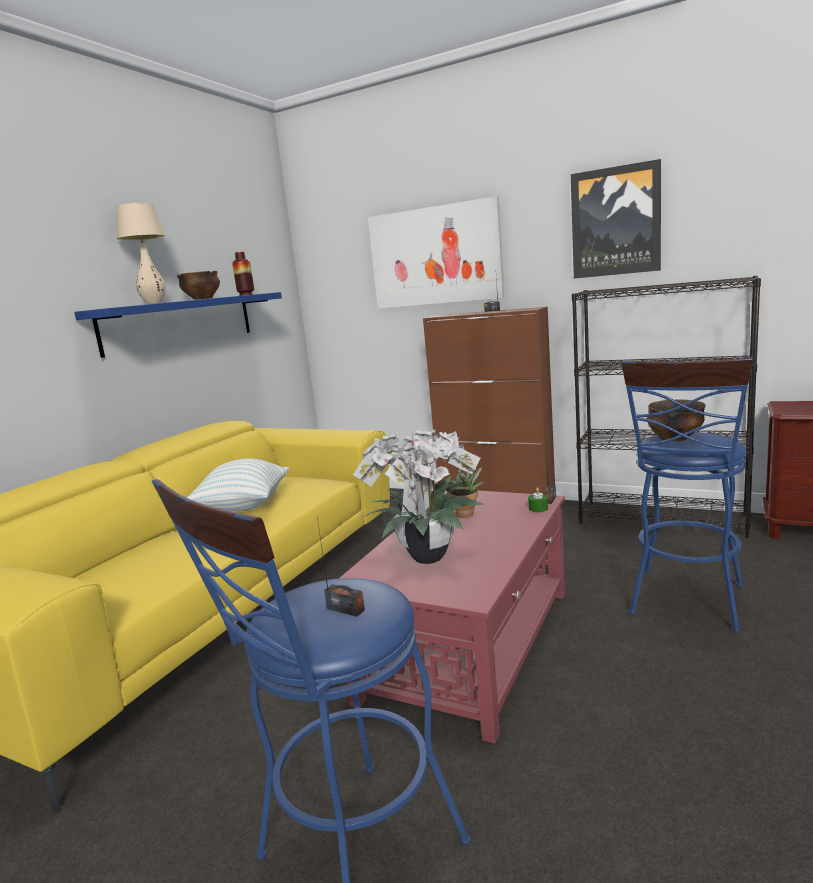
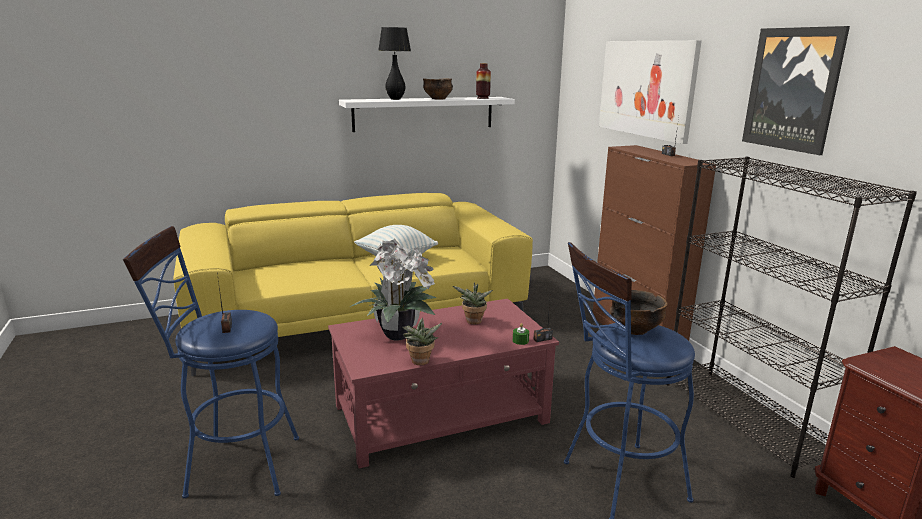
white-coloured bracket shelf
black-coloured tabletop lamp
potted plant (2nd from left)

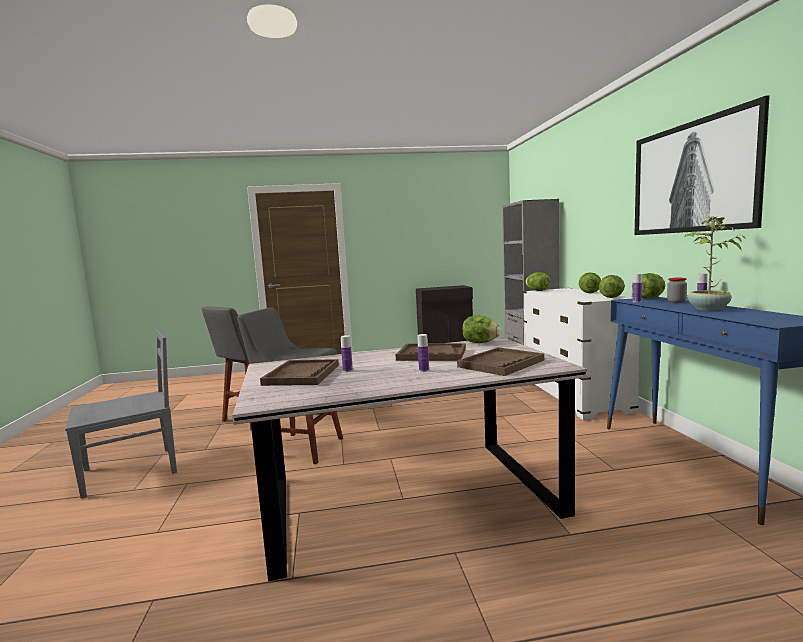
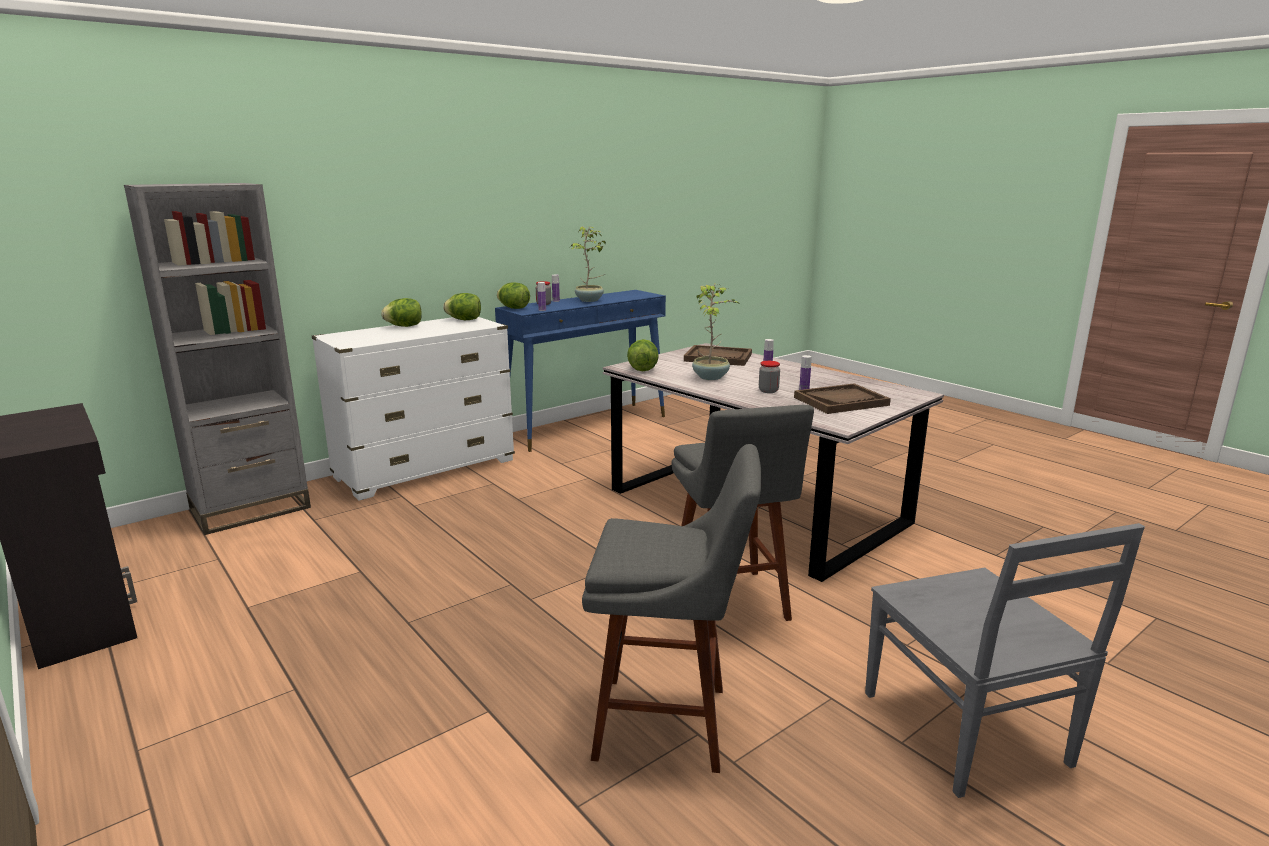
grey chair
potted plant (2nd from left)
head of lettuce (2nd from left in the first image)
picture
jar (2nd from left)

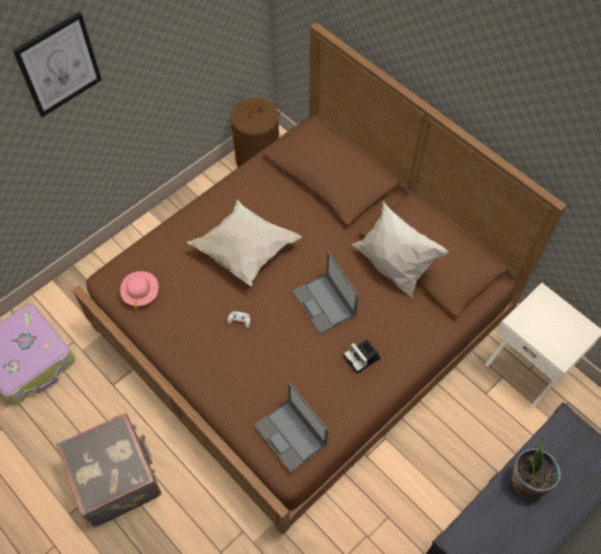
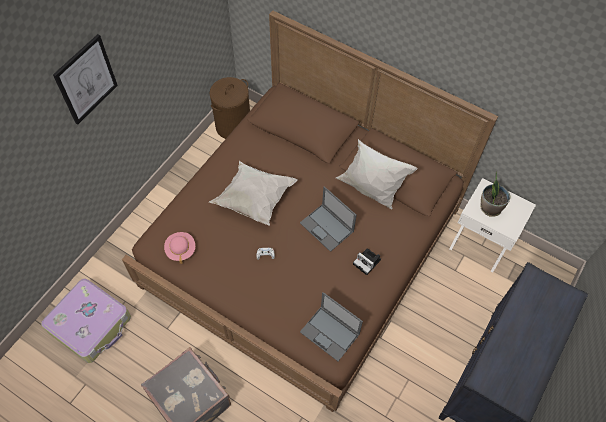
potted plant

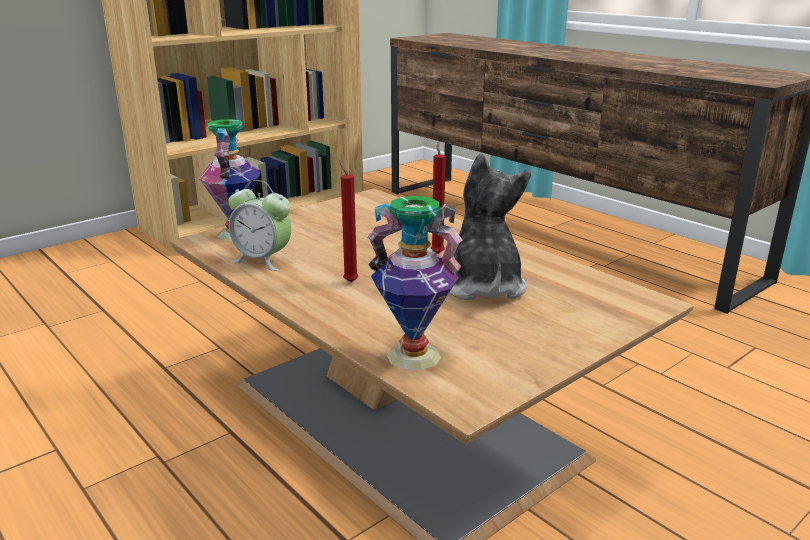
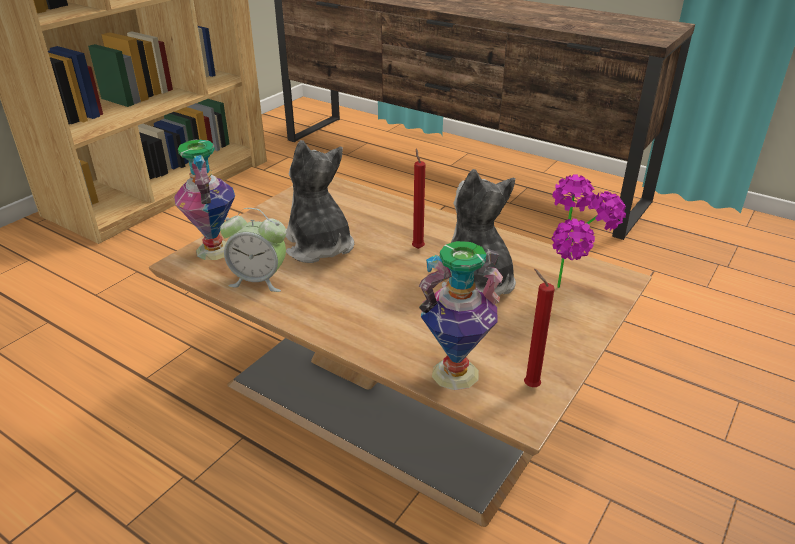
red-coloured wax candle (2nd from left)
plush toy (1st from left)
potted plant

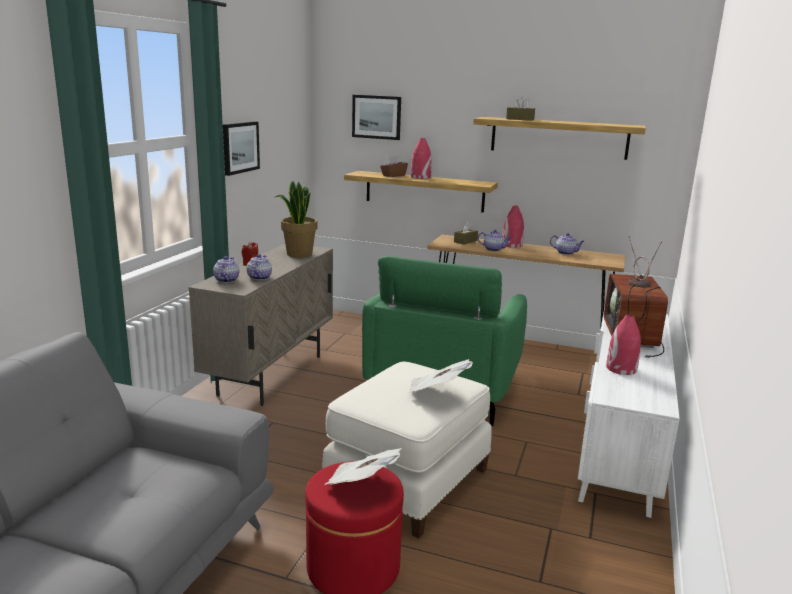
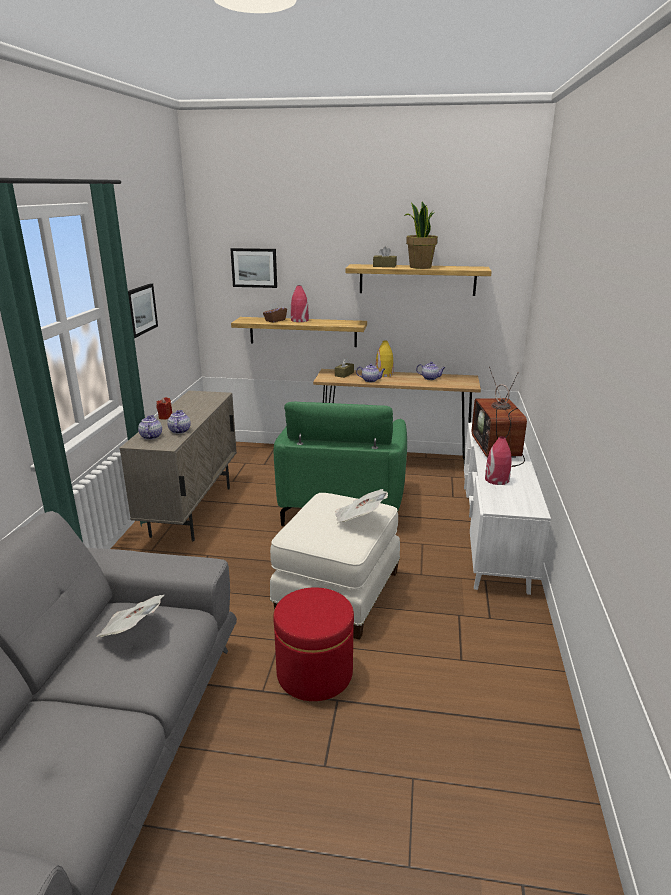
potted plant
newspaper (1st from left)
yellowish flower vase

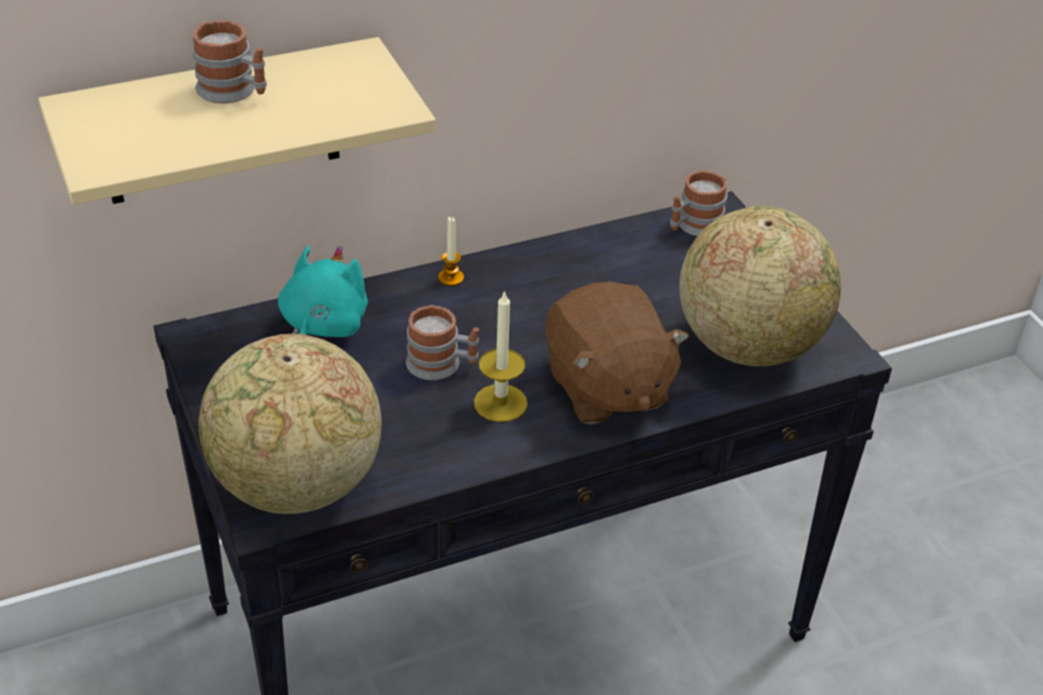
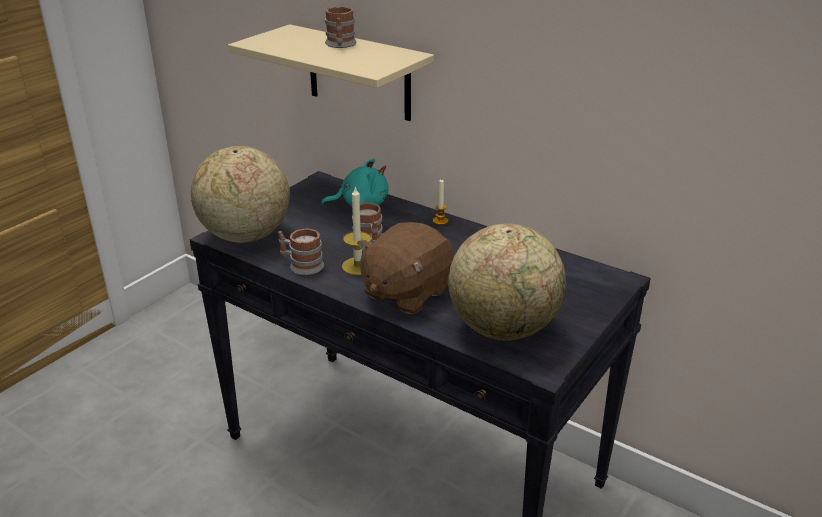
tea mug (1st from left)

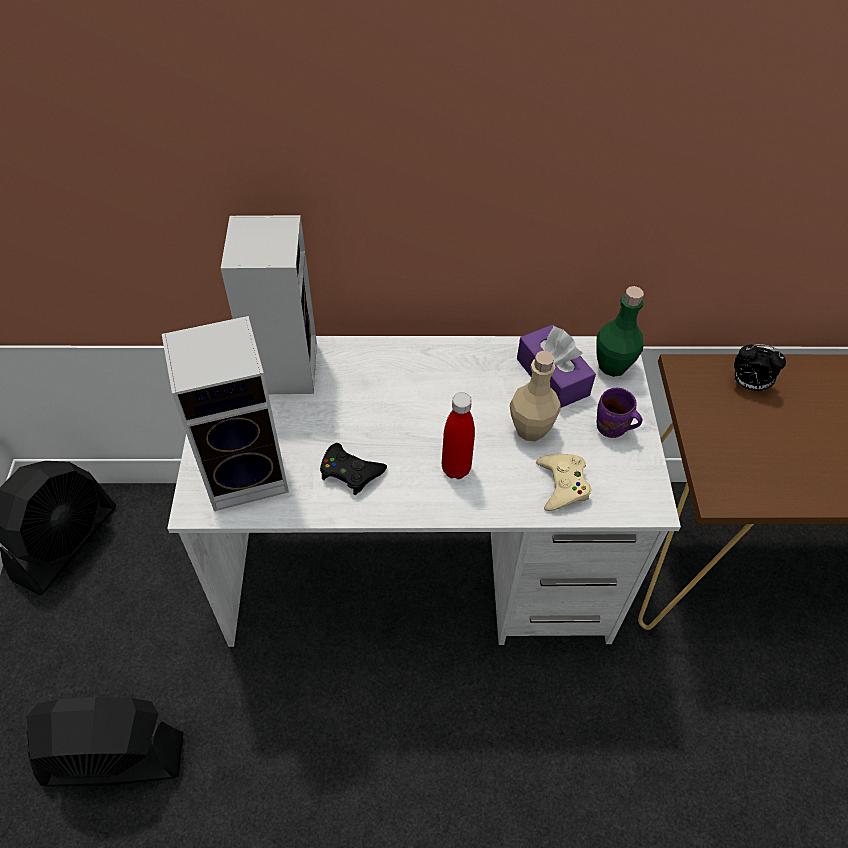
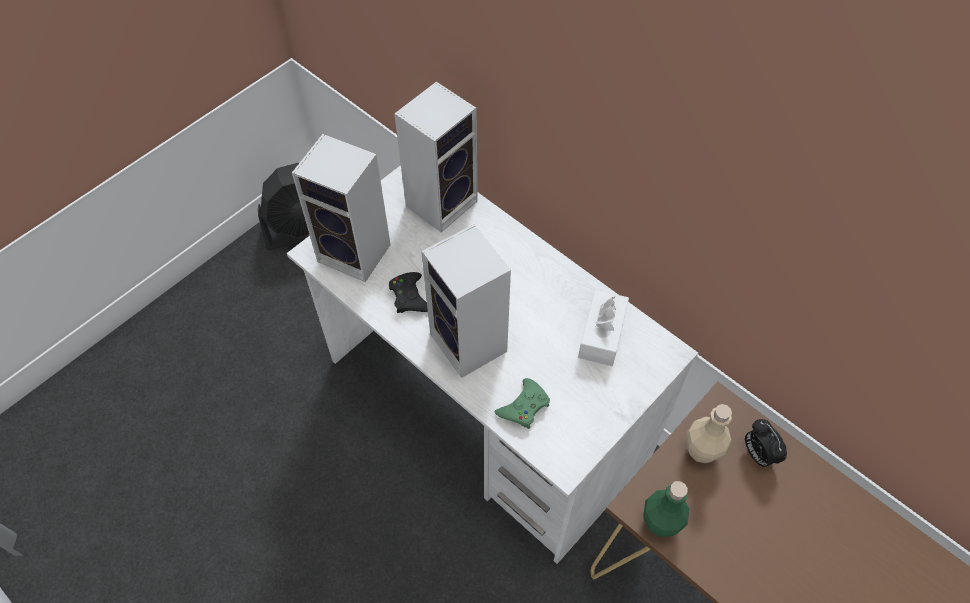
black-coloured electric fan (2nd from left in the first image)
loudspeaker (3rd from left)
beige bottle
white-coloured tissue box
green gamepad
green bottle
purple-coloured tea mug

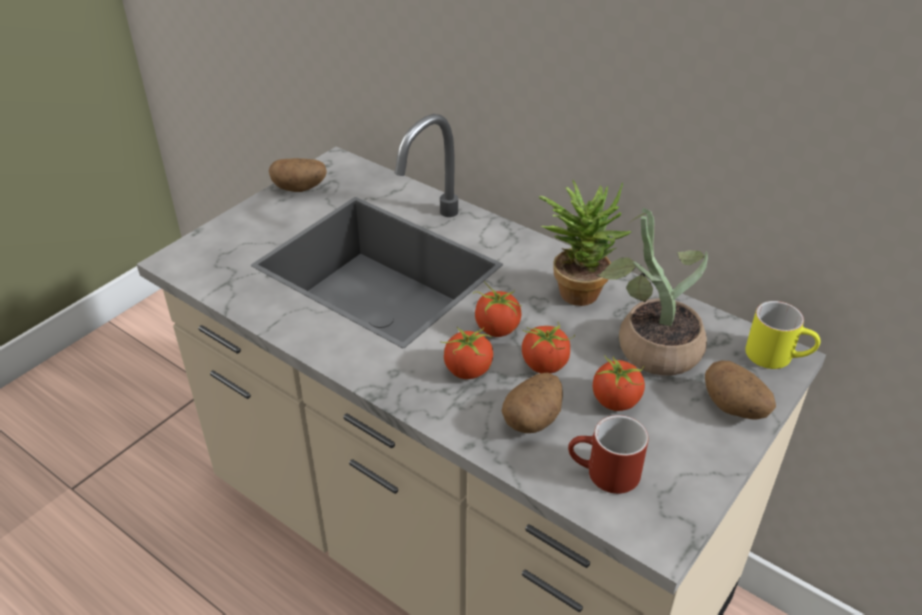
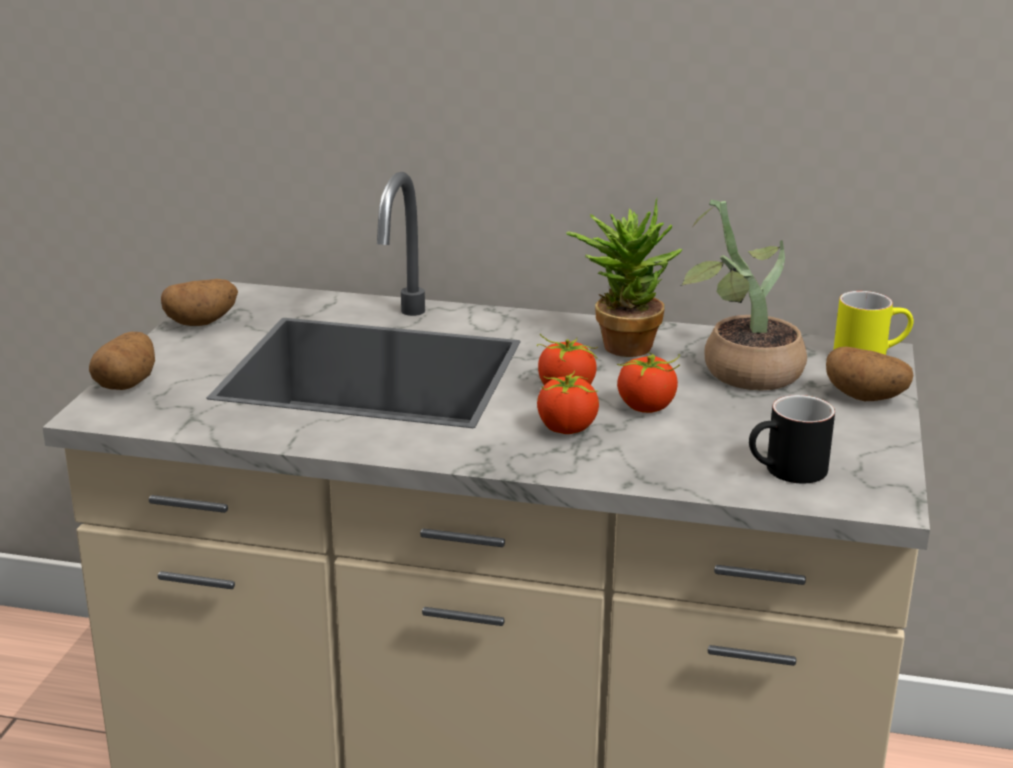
spud (1st from left)
black-coloured tea mug
fresh tomato (4th from left in the first image)

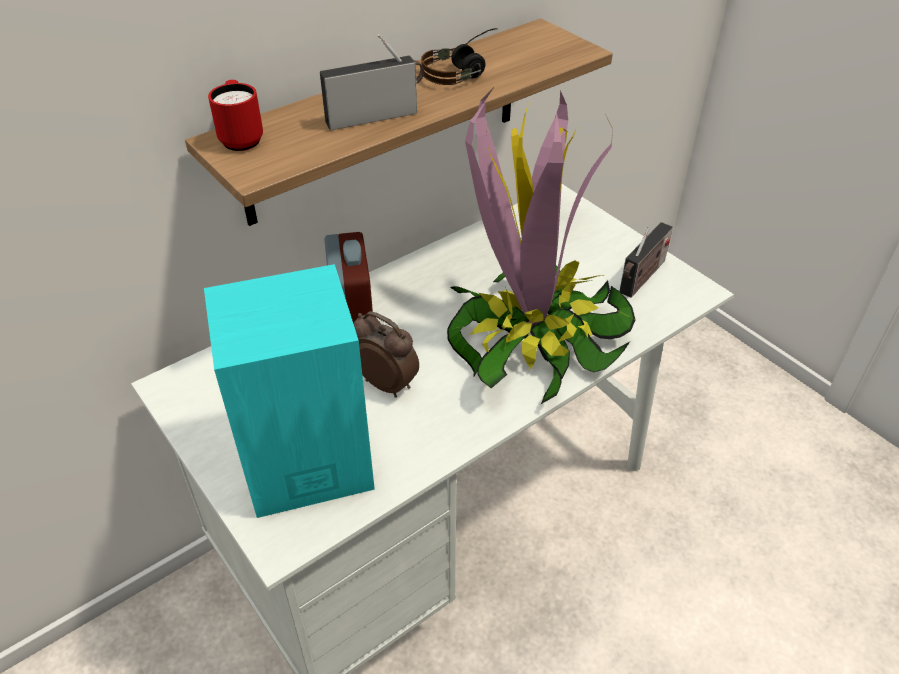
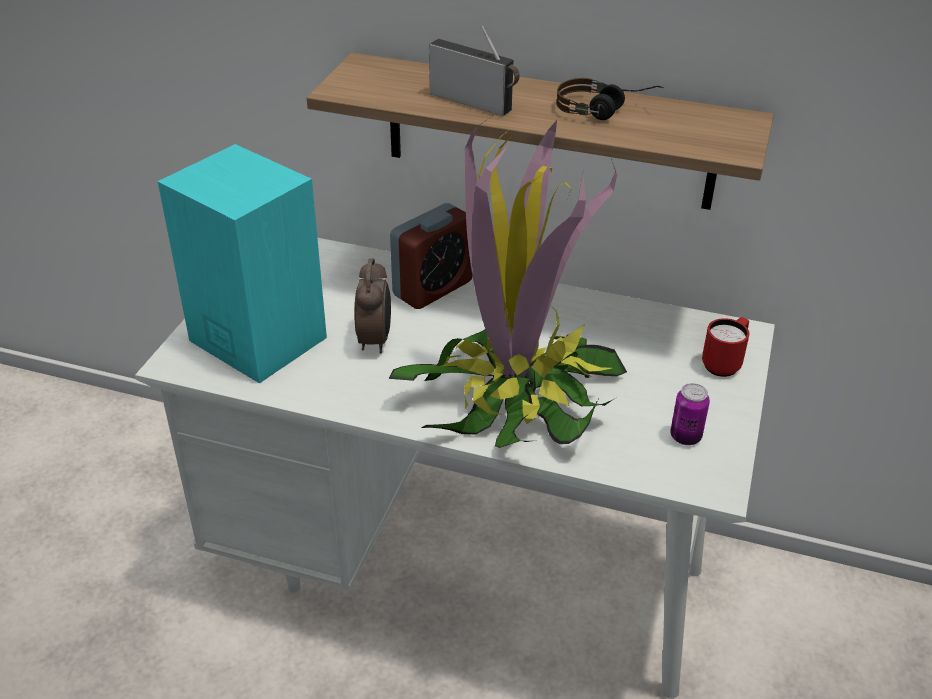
red-coloured tea mug
can

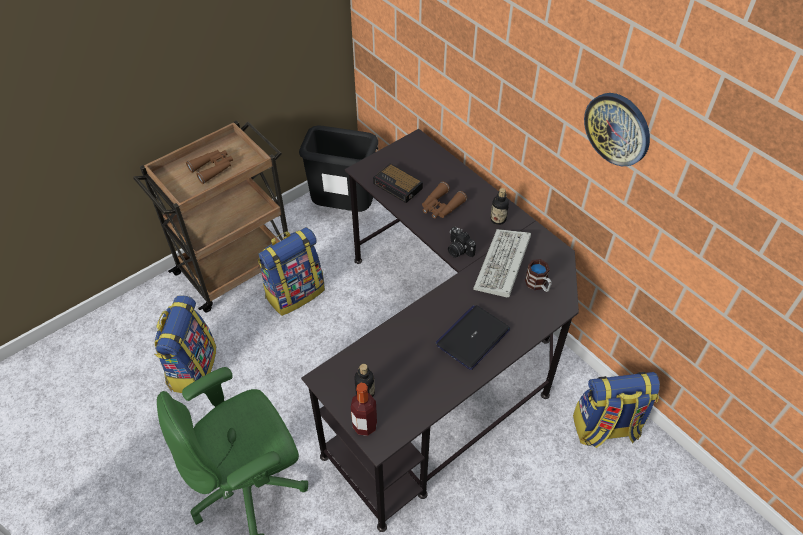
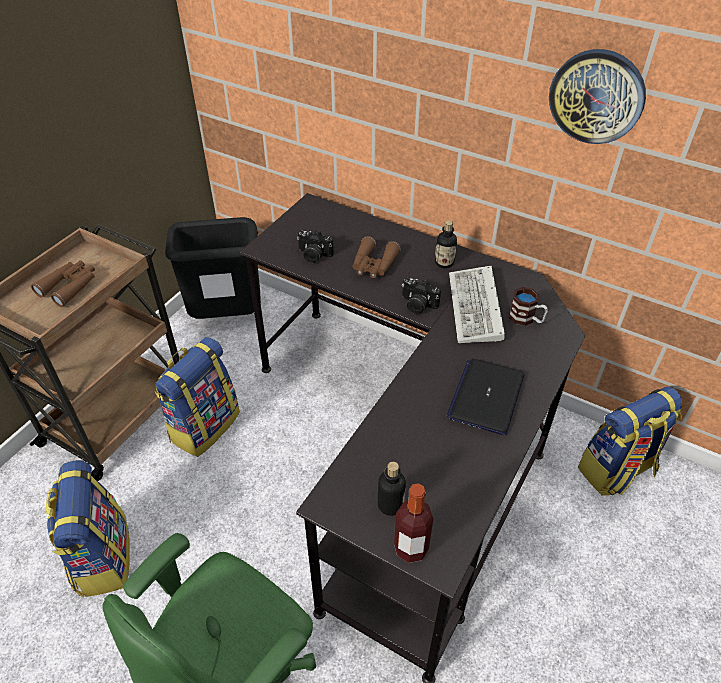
photo camera (1st from left)

